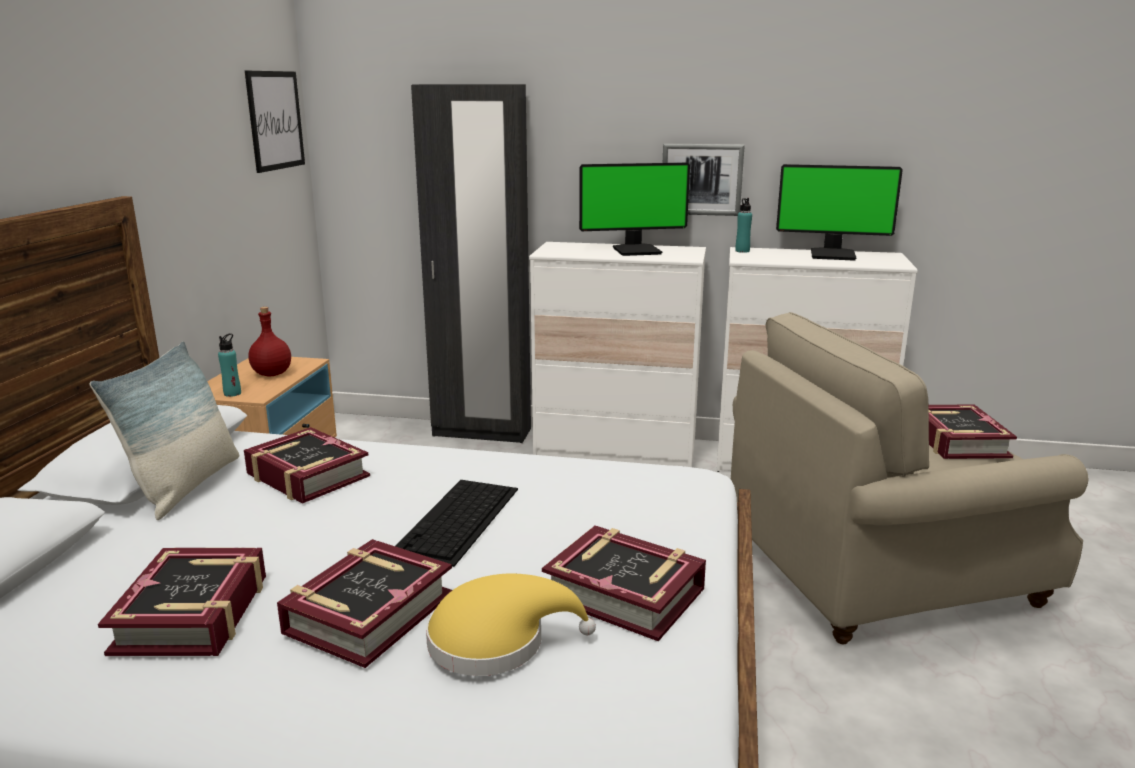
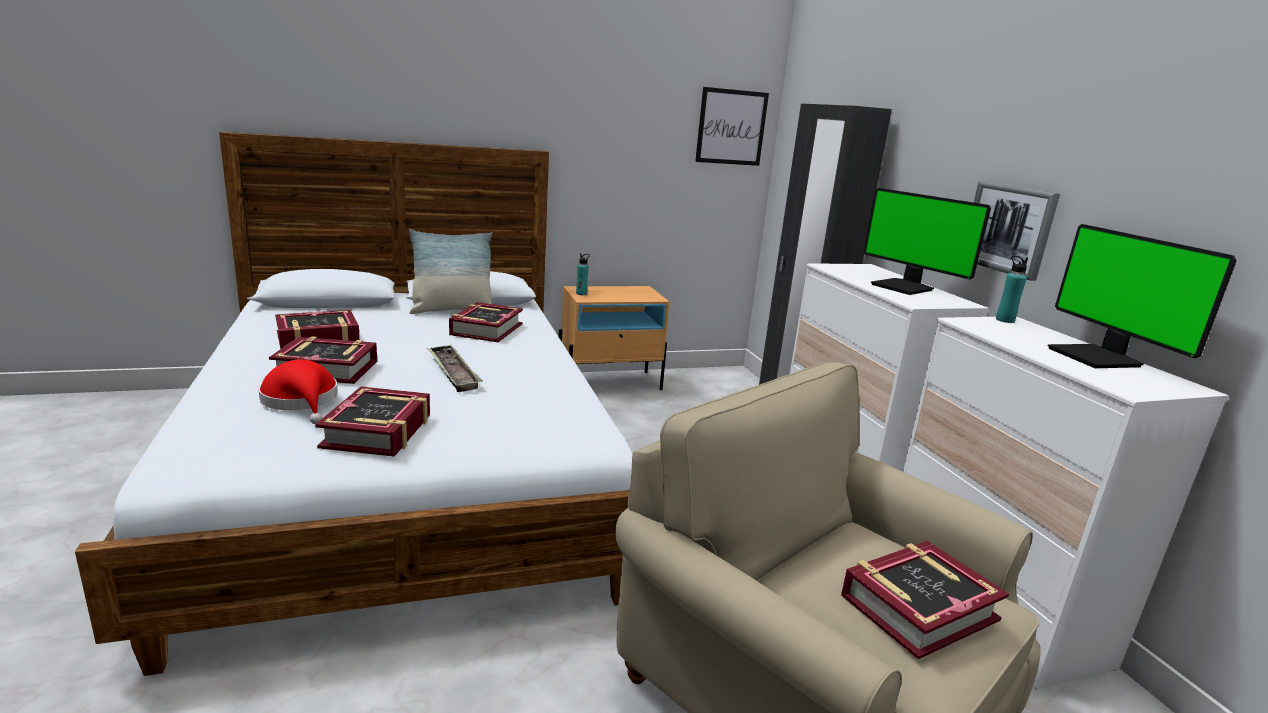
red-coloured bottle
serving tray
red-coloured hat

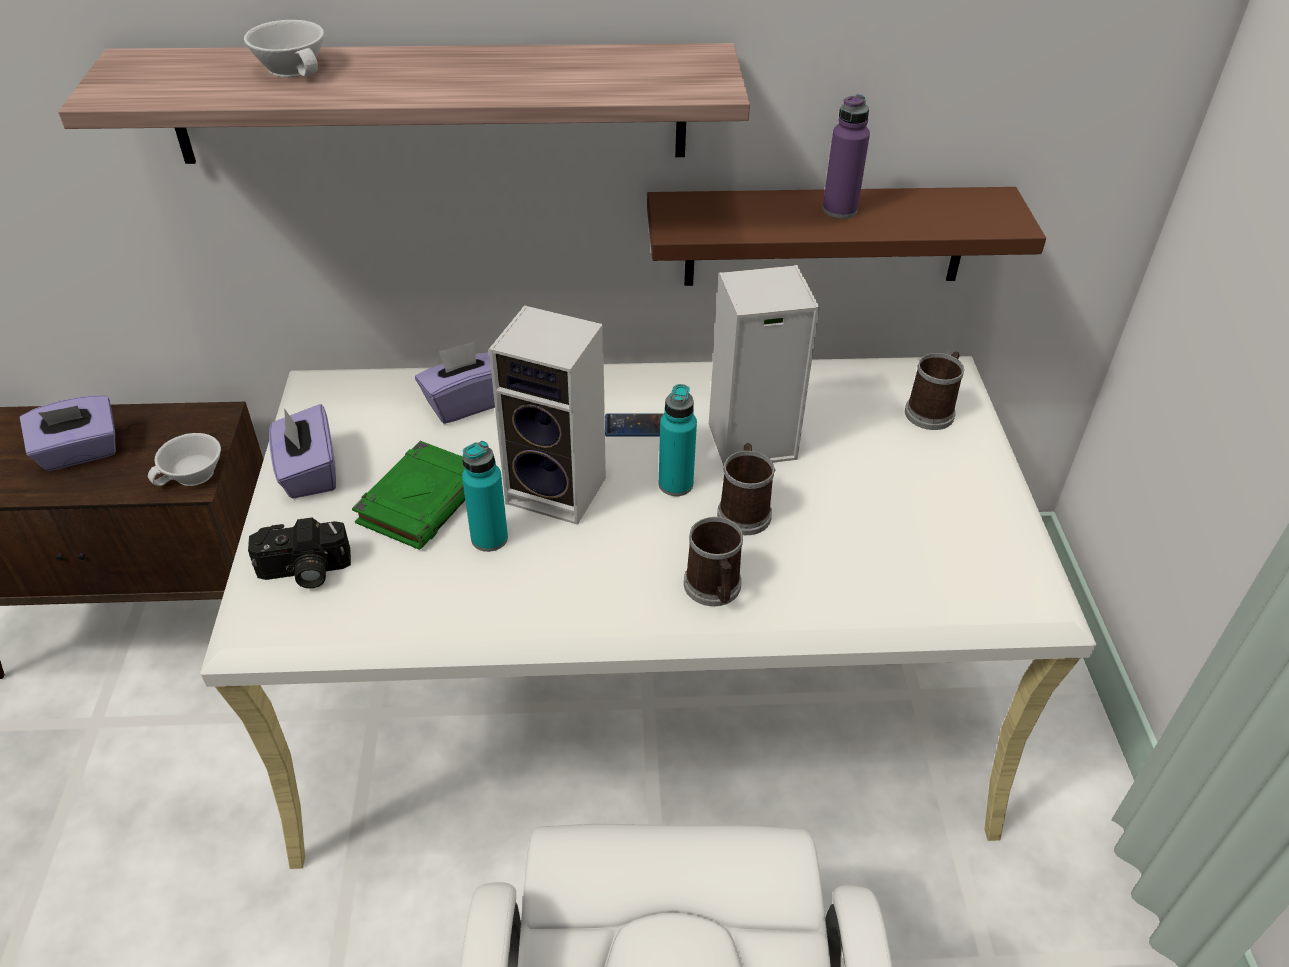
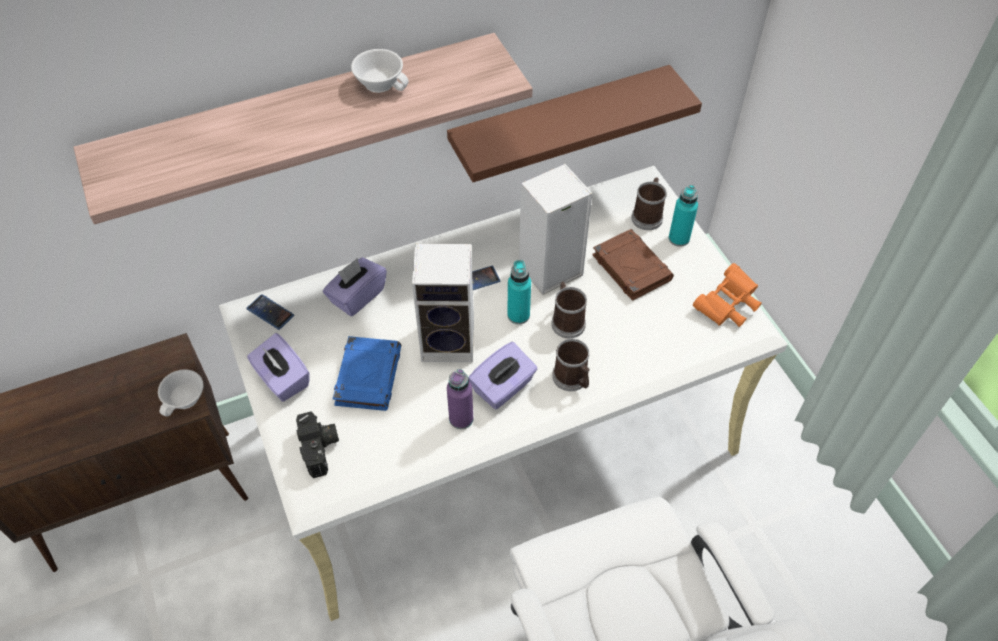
purple-coloured tissue box (3rd from left)
white-coloured small cup (2nd from left)
photo camera
blue-coloured book
turquoise bottle (2nd from left)
purple-coloured bottle
handset (1st from left)
brown book
orangey pair of binoculars

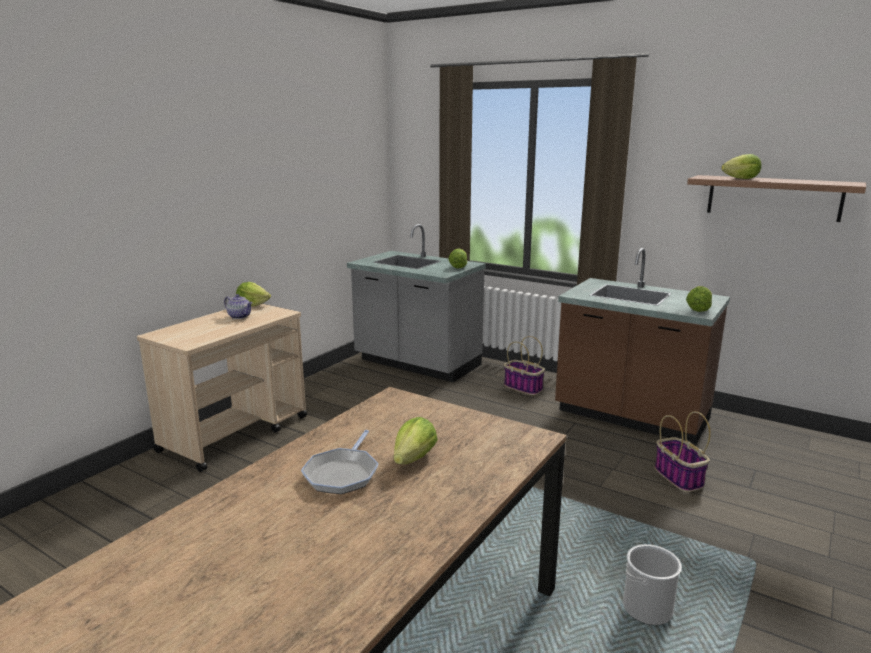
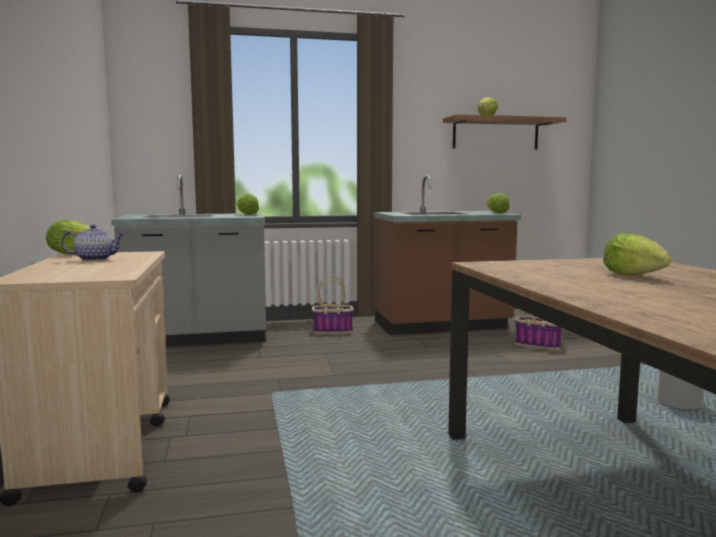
skillet

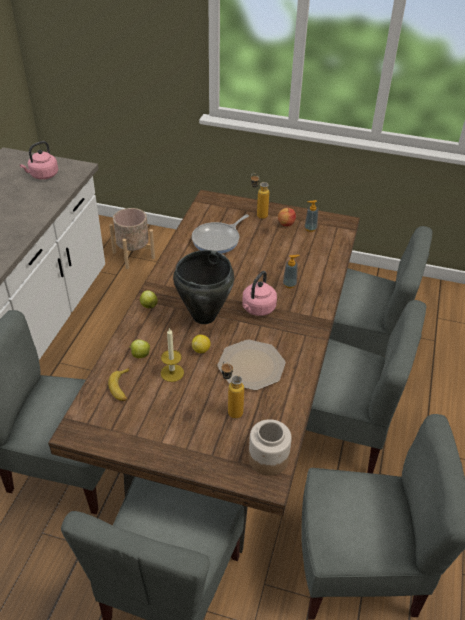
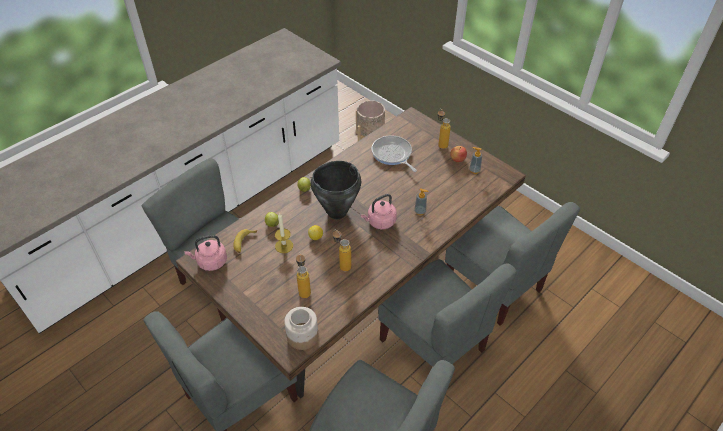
pinkish tea kettle (1st from left)
skillet
bottle (2nd from left)

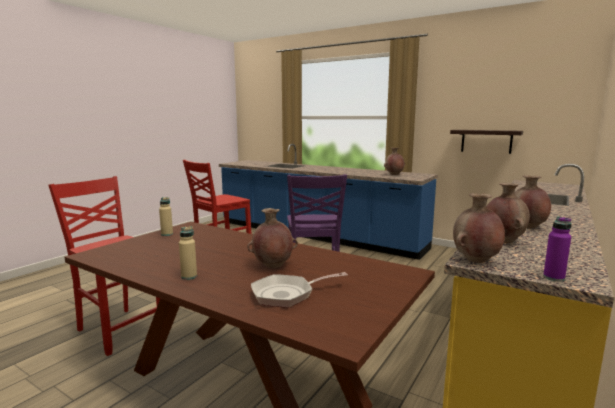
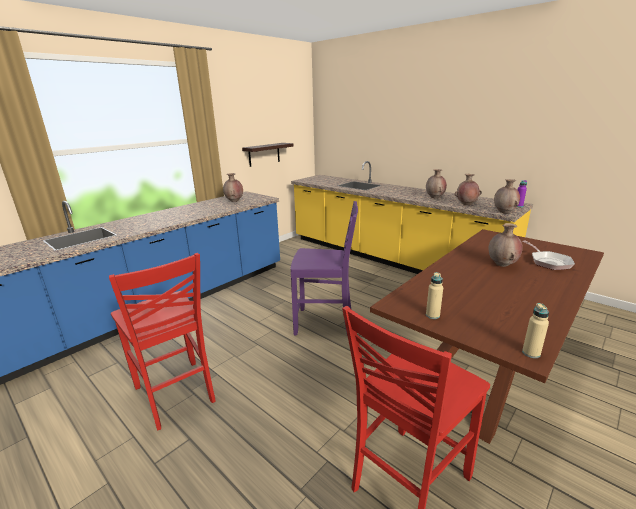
beige bottle (2nd from left)

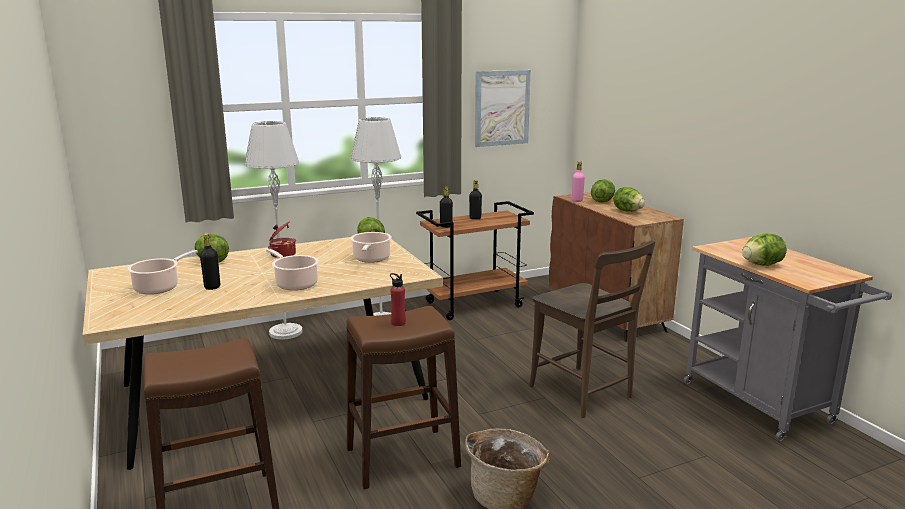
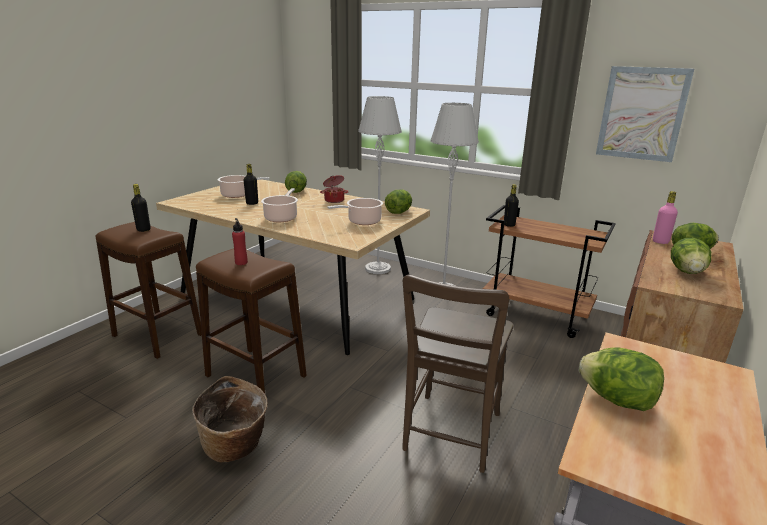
black-coloured bottle (1st from left)

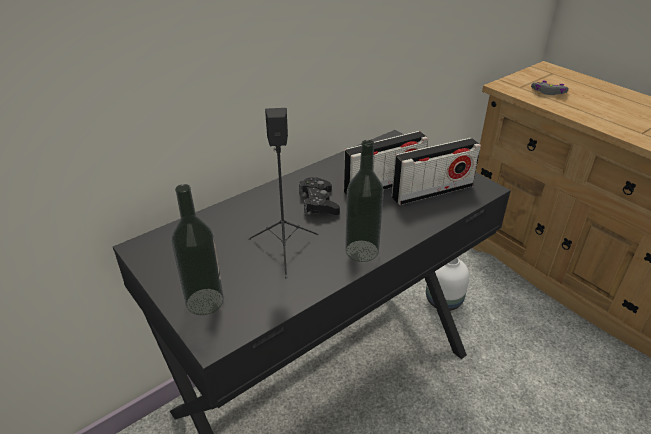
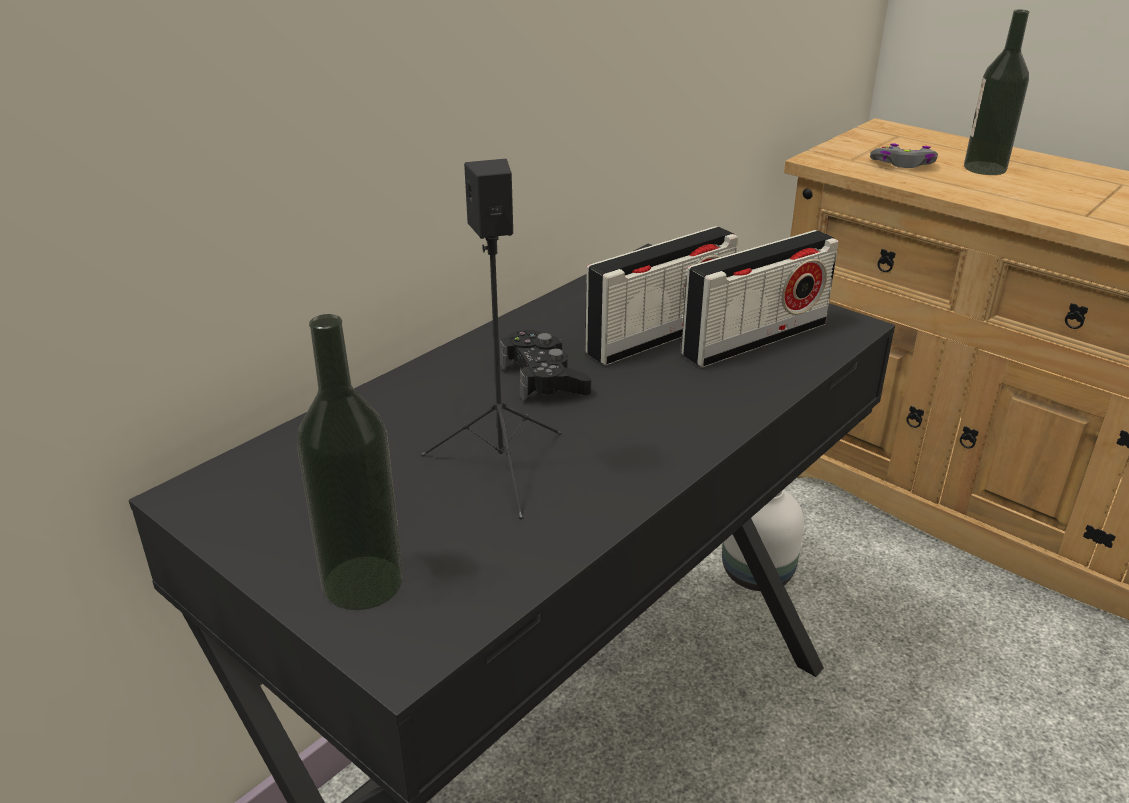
bottle (2nd from left)

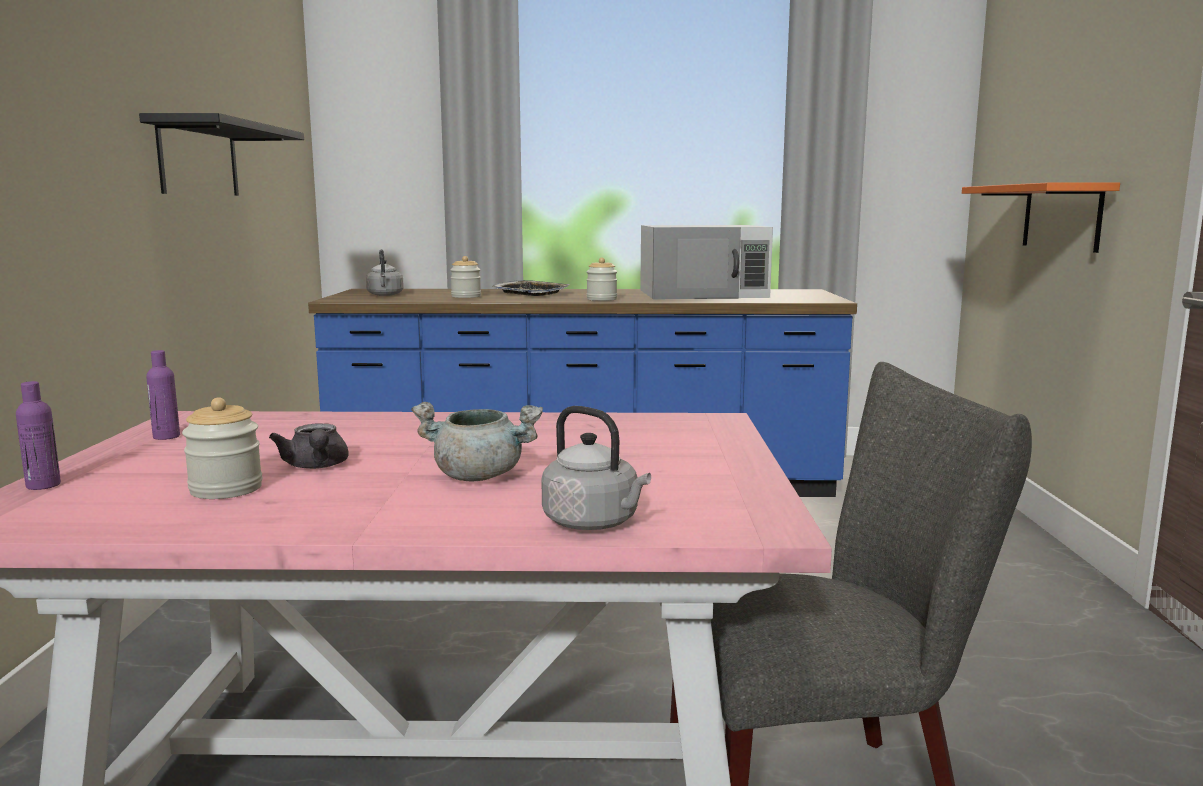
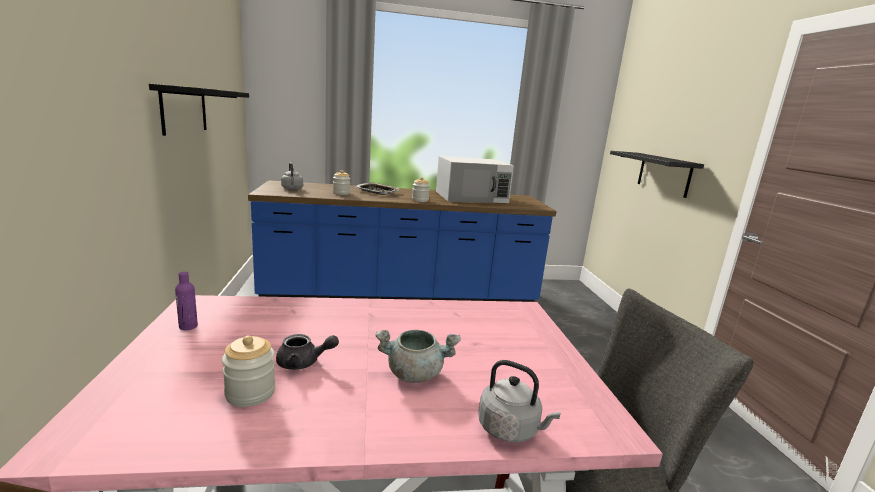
purple-coloured bottle (1st from left in the first image)
grey tea pot
black-coloured bracket shelf (2nd from left)

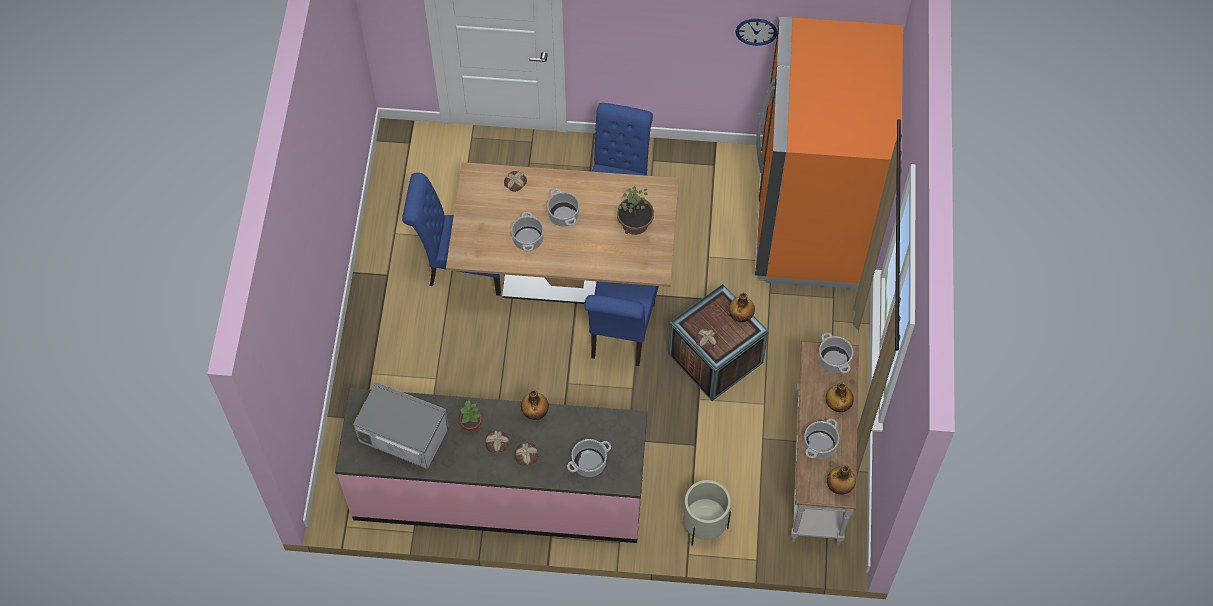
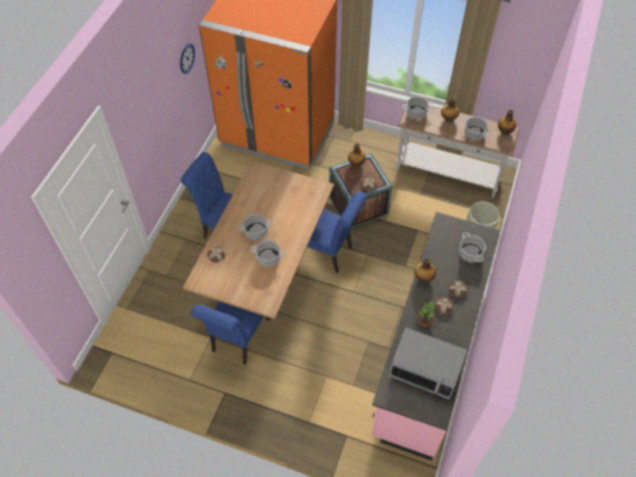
kitchen microwave
potted plant (2nd from left in the first image)

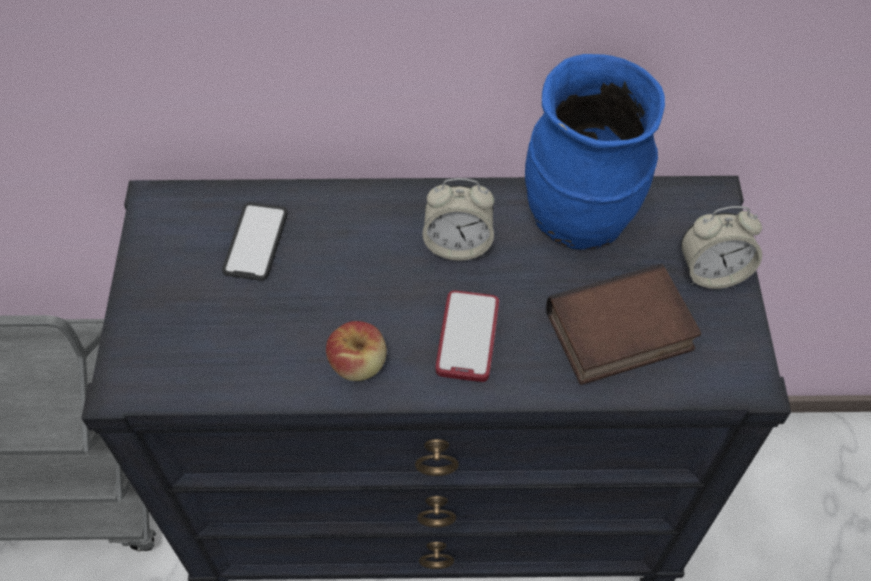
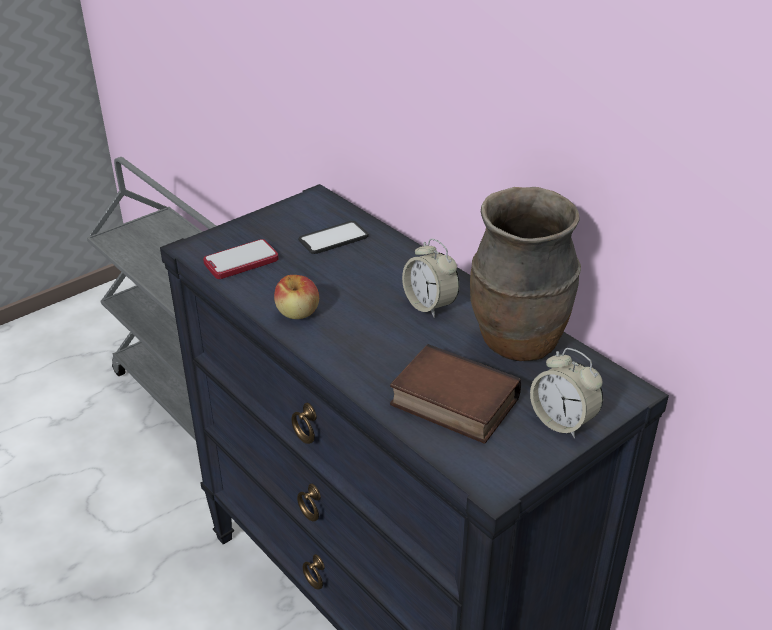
handset (1st from left)
brown flower vase

